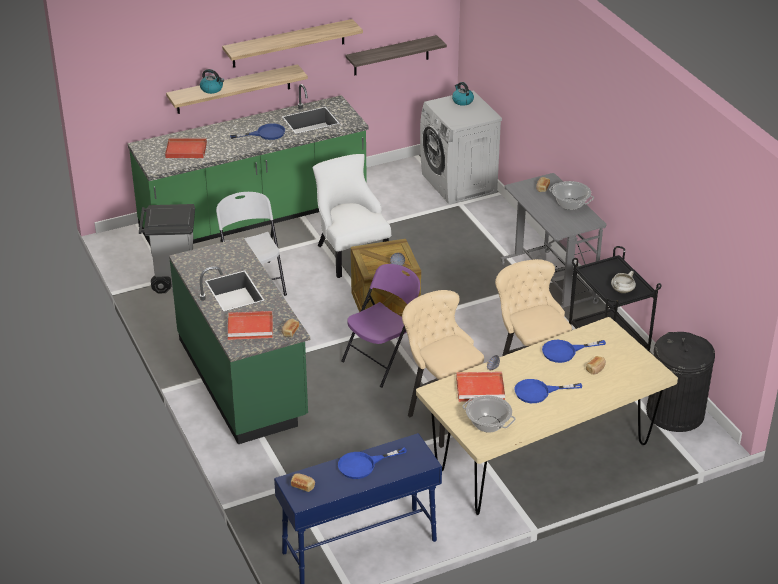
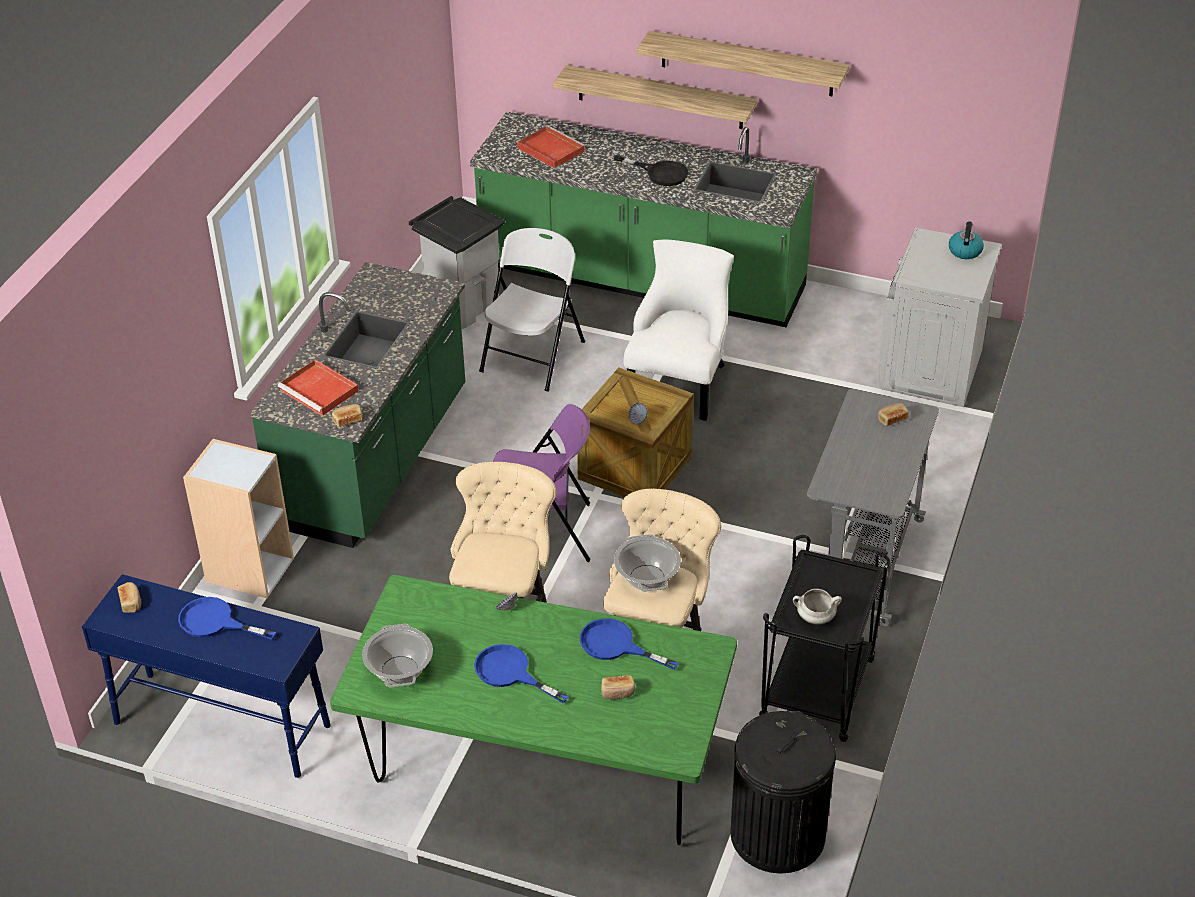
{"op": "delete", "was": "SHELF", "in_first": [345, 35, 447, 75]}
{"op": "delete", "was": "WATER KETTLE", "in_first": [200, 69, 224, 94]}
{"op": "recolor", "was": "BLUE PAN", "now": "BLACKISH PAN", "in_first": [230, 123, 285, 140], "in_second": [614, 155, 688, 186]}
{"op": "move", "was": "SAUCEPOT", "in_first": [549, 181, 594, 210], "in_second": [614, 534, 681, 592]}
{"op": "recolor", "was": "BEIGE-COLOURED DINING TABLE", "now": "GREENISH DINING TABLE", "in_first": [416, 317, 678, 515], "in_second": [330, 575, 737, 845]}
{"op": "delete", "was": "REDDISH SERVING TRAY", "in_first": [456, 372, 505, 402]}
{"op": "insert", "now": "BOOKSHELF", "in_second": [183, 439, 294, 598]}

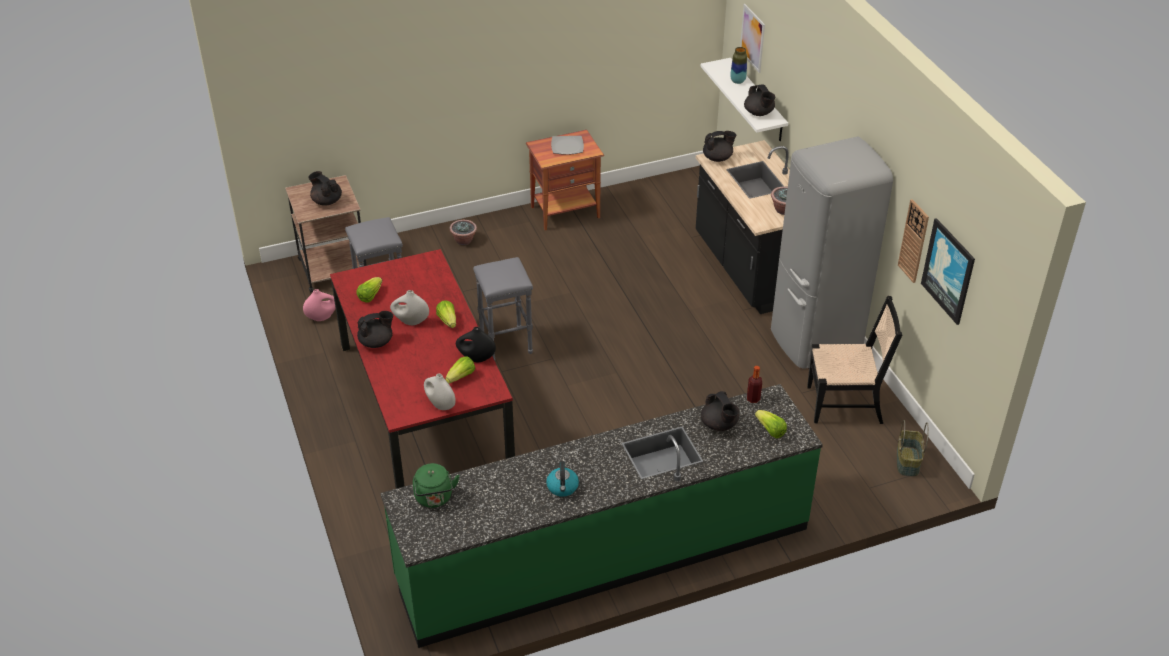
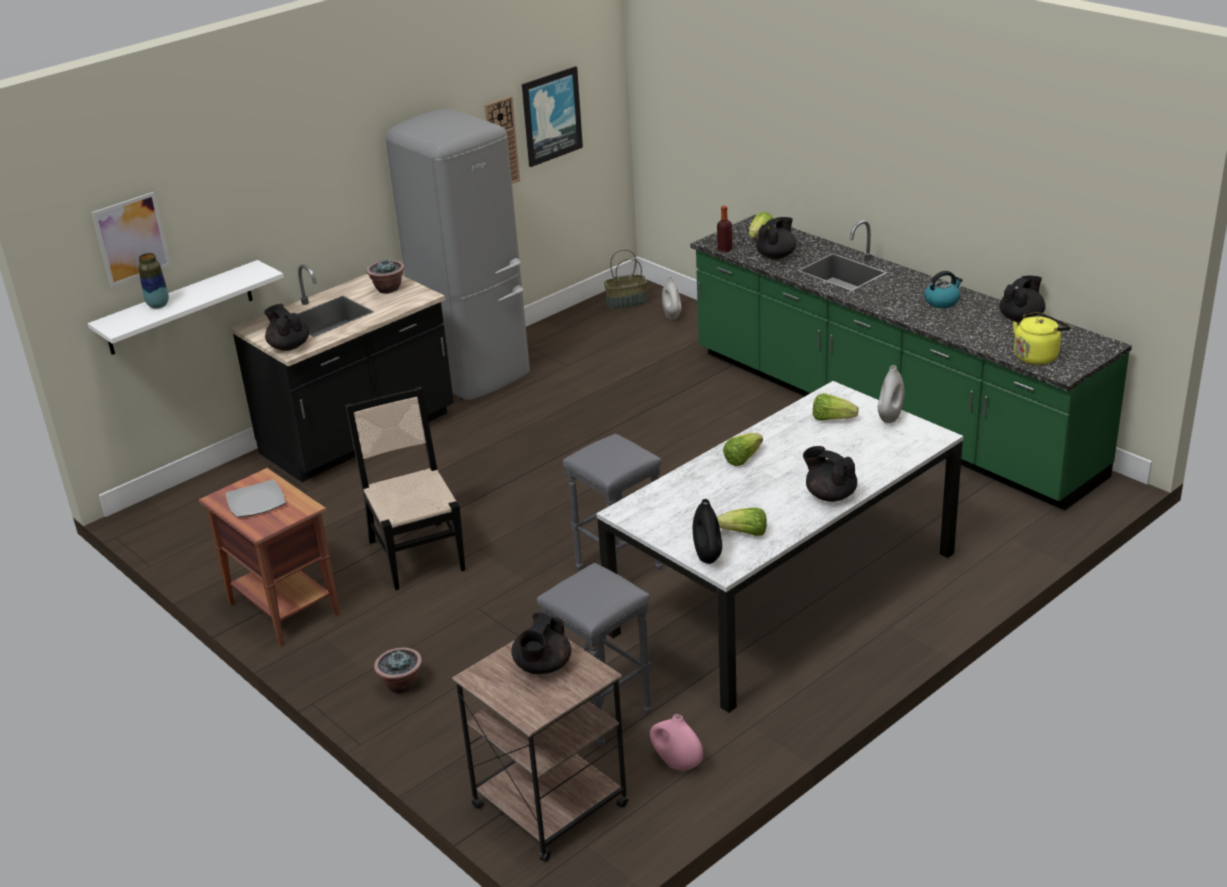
{"op": "move", "was": "BLACKISH TEAPOT", "in_first": [744, 85, 775, 116], "in_second": [999, 276, 1045, 322]}
{"op": "recolor", "was": "REDDISH DINING TABLE", "now": "WHITE DINING TABLE", "in_first": [330, 249, 515, 489], "in_second": [596, 381, 963, 713]}
{"op": "move", "was": "WHITE VASE", "in_first": [390, 290, 429, 325], "in_second": [662, 276, 682, 320]}
{"op": "move", "was": "CHAIR", "in_first": [807, 296, 902, 424], "in_second": [345, 386, 465, 590]}
{"op": "move", "was": "BLACKISH VASE", "in_first": [456, 327, 496, 363], "in_second": [693, 499, 722, 564]}
{"op": "recolor", "was": "GREENISH WATER KETTLE", "now": "YELLOW WATER KETTLE", "in_first": [413, 463, 460, 508], "in_second": [1013, 312, 1071, 365]}

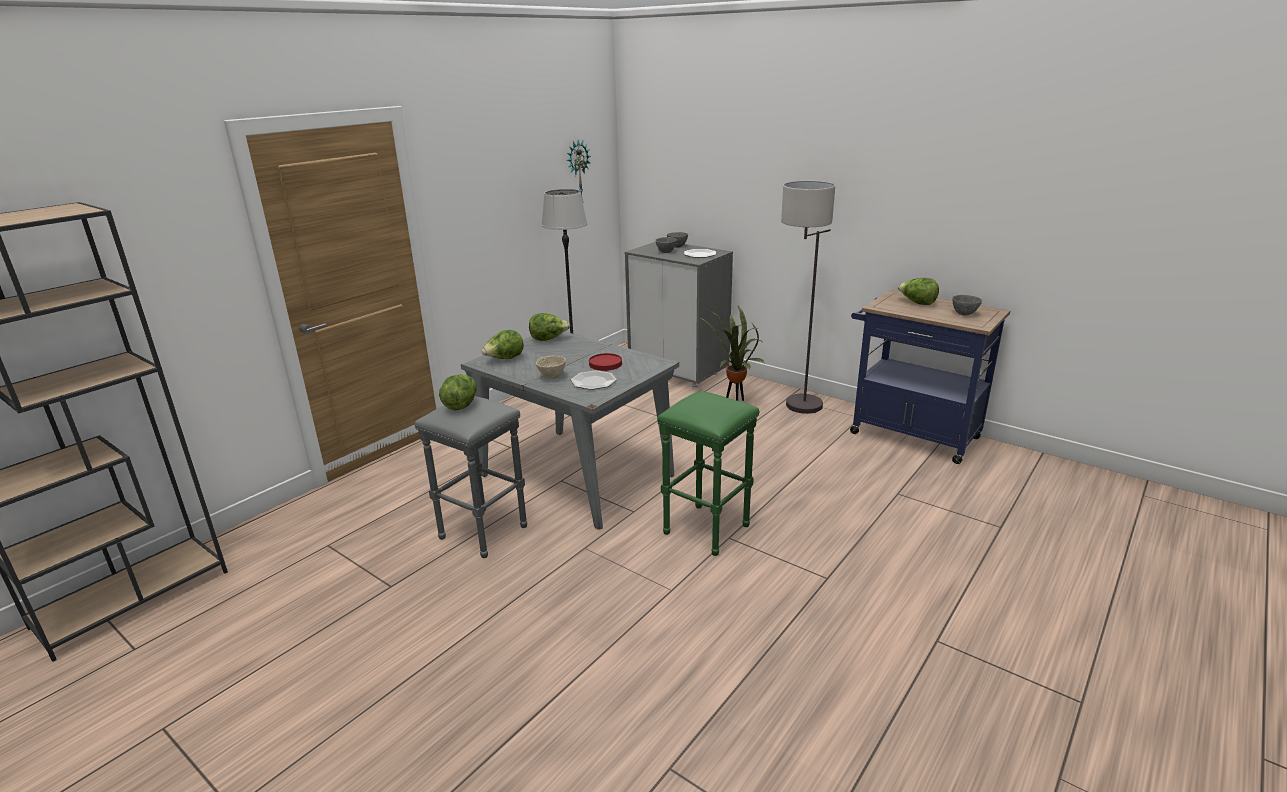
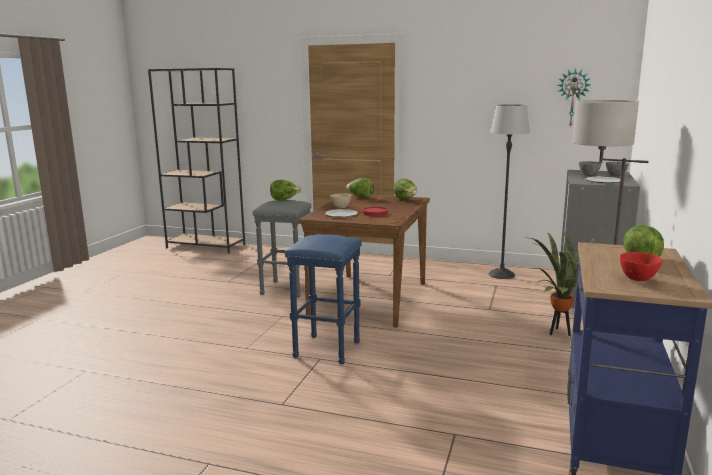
{"op": "recolor", "was": "GREYISH SERVING BOWL", "now": "REDDISH SERVING BOWL", "in_first": [952, 295, 982, 315], "in_second": [620, 252, 662, 281]}
{"op": "recolor", "was": "GREYISH DINING TABLE", "now": "BROWN DINING TABLE", "in_first": [461, 332, 679, 530], "in_second": [298, 194, 430, 328]}
{"op": "recolor", "was": "GREENISH STOOL", "now": "BLUE STOOL", "in_first": [657, 391, 759, 556], "in_second": [285, 234, 362, 364]}

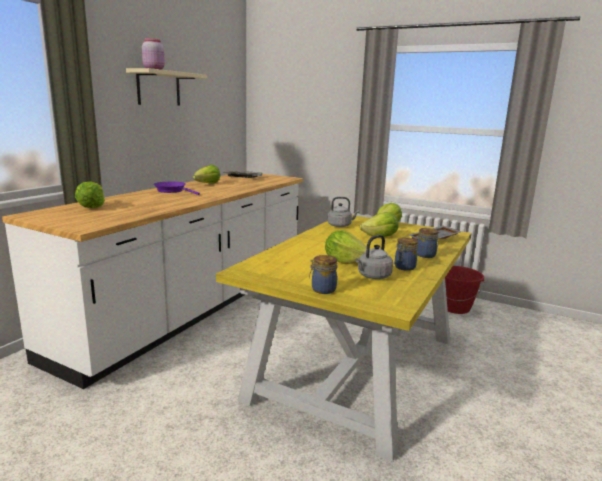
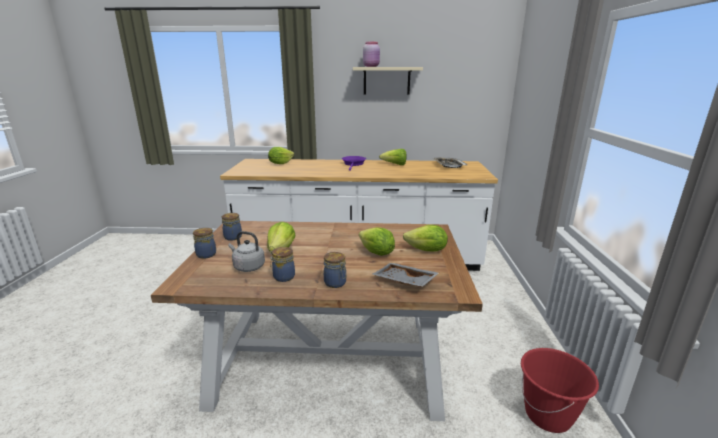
{"op": "delete", "was": "GREYISH WATER KETTLE", "in_first": [328, 197, 359, 227]}
{"op": "recolor", "was": "YELLOW DINING TABLE", "now": "BROWN DINING TABLE", "in_first": [216, 215, 471, 462], "in_second": [151, 221, 483, 421]}
{"op": "insert", "now": "STORAGE JAR", "in_second": [222, 213, 242, 241]}

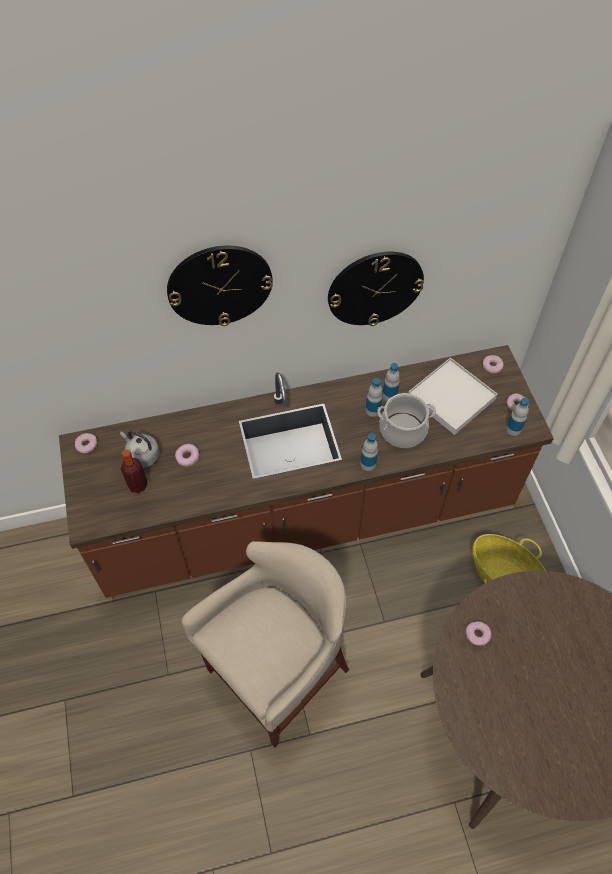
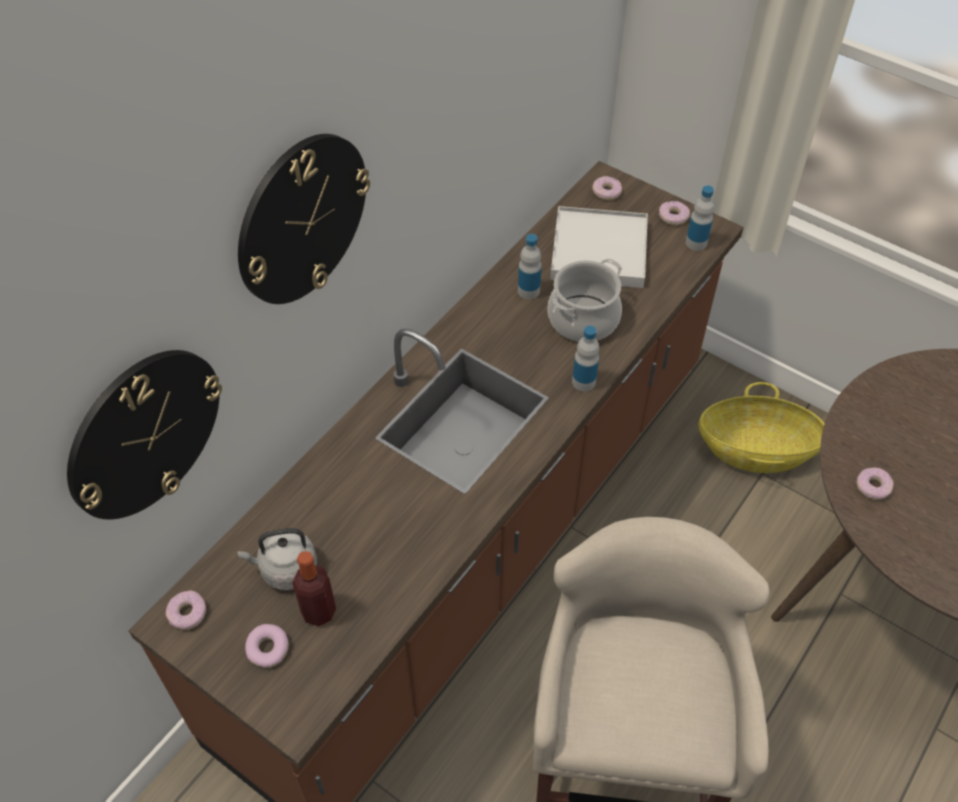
{"op": "move", "was": "WALL CLOCK", "in_first": [328, 252, 424, 326], "in_second": [67, 350, 222, 520]}
{"op": "delete", "was": "BOTTLE", "in_first": [366, 378, 382, 417]}
{"op": "move", "was": "RING DOUGHNUT", "in_first": [175, 444, 199, 466], "in_second": [245, 624, 289, 668]}

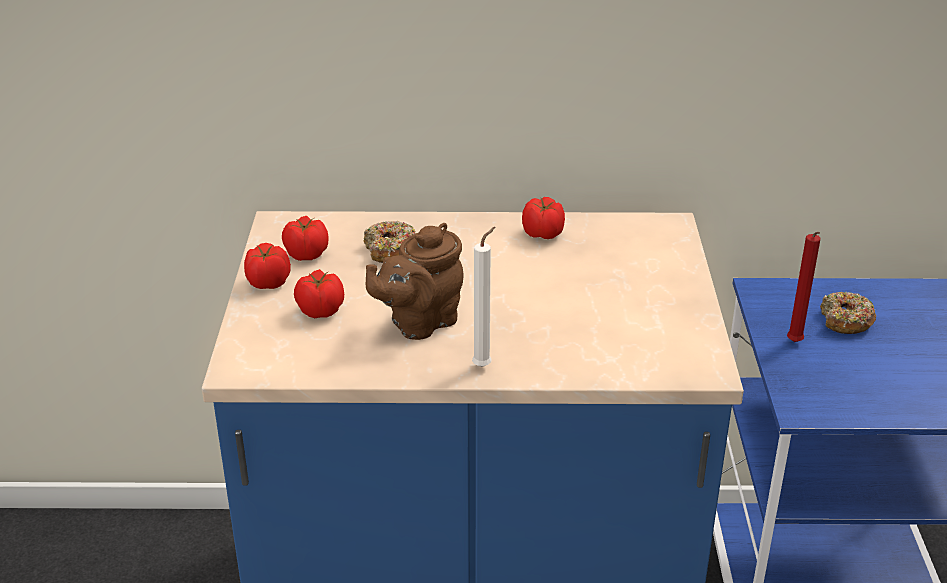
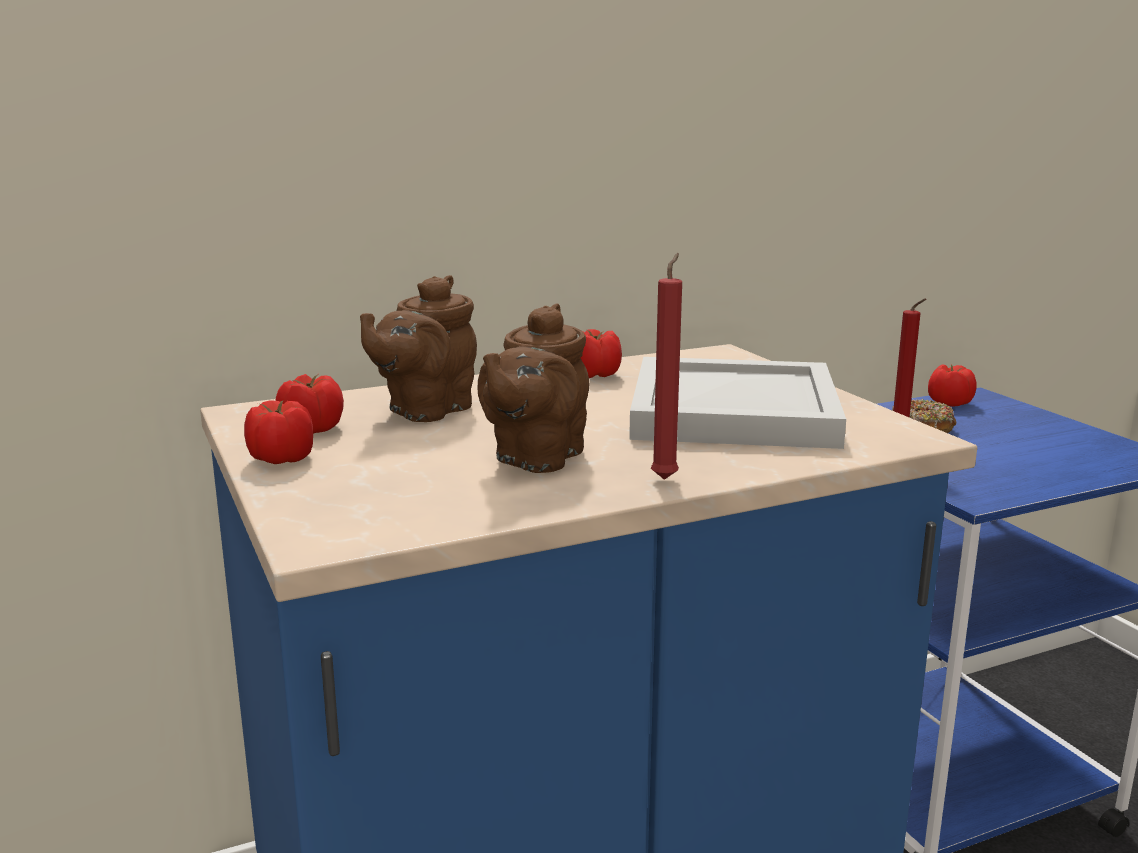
{"op": "replace", "was": "RING DOUGHNUT", "now": "BROWN TEAPOT", "in_first": [364, 221, 416, 263], "in_second": [360, 275, 477, 422]}
{"op": "recolor", "was": "WHITE WAX CANDLE", "now": "REDDISH WAX CANDLE", "in_first": [472, 227, 495, 367], "in_second": [651, 253, 682, 480]}
{"op": "move", "was": "FRESH TOMATO", "in_first": [294, 269, 344, 318], "in_second": [928, 364, 976, 407]}
{"op": "insert", "now": "WHITE SERVING TRAY", "in_second": [629, 357, 846, 449]}

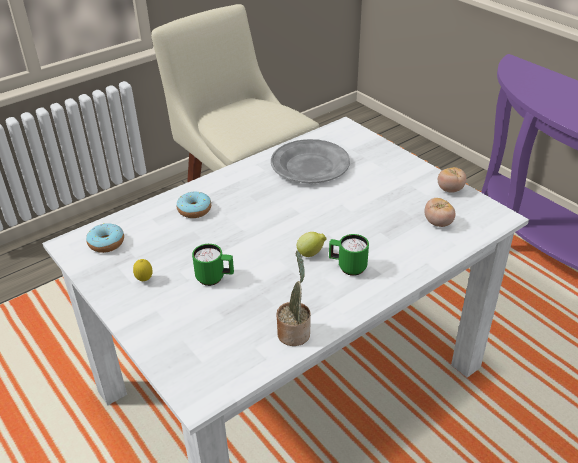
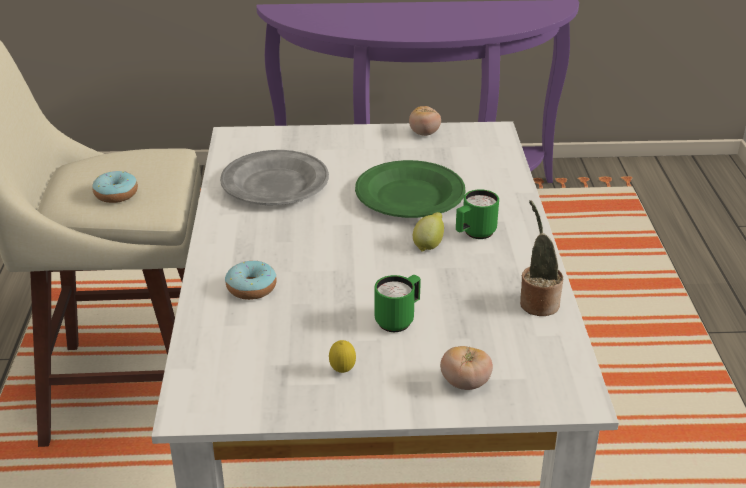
{"op": "move", "was": "FRESH TOMATO", "in_first": [424, 198, 455, 227], "in_second": [440, 346, 493, 390]}
{"op": "move", "was": "RING DOUGHNUT", "in_first": [86, 223, 124, 253], "in_second": [92, 171, 138, 203]}
{"op": "insert", "now": "GREENISH PLATE", "in_second": [355, 160, 466, 218]}

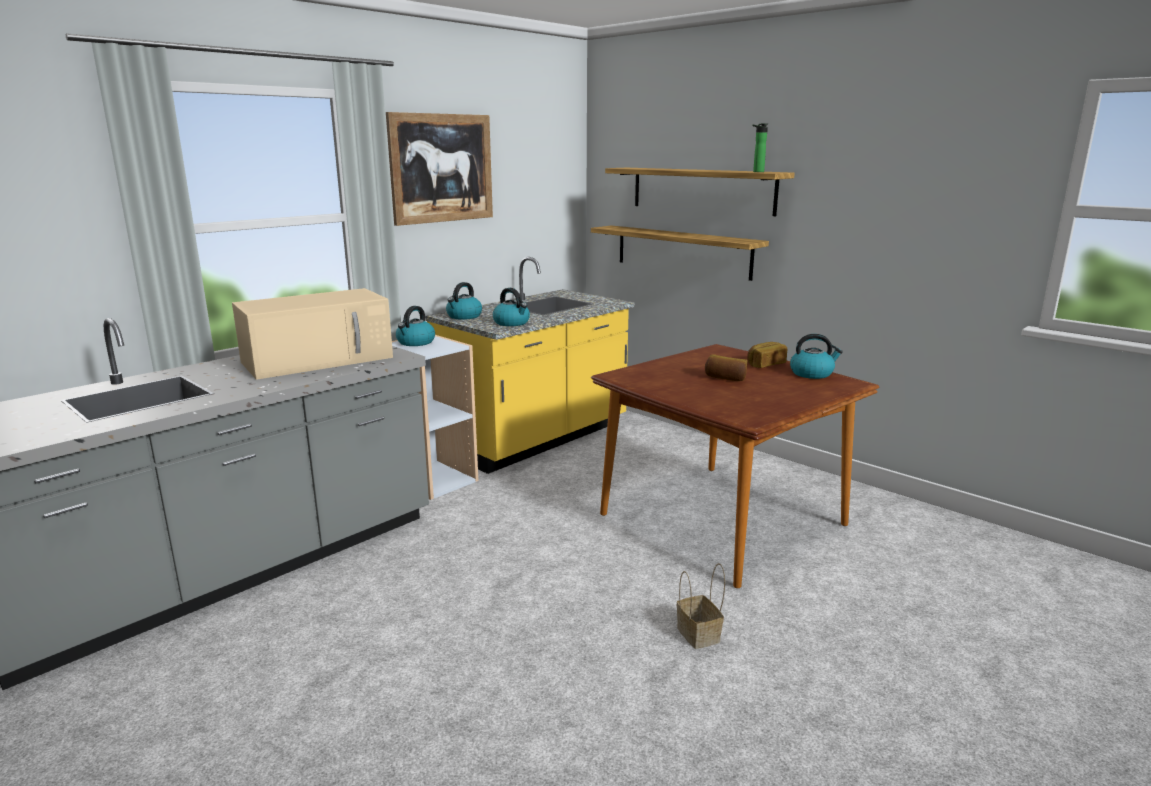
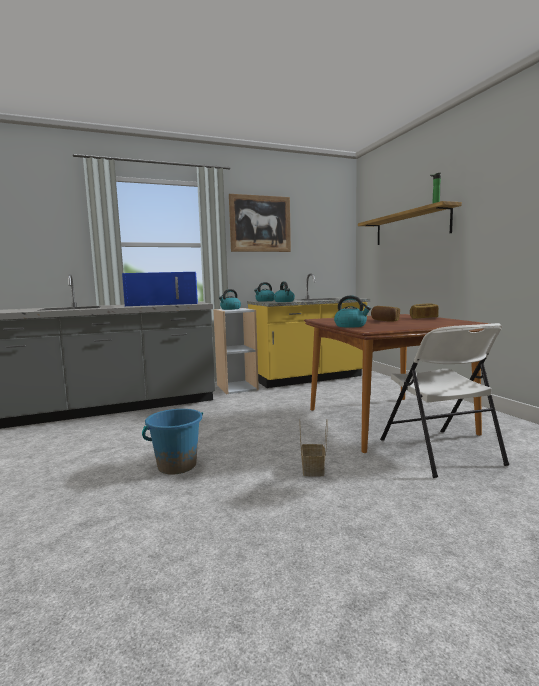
{"op": "delete", "was": "SHELF", "in_first": [591, 225, 769, 281]}
{"op": "recolor", "was": "BEIGE-COLOURED MICROWAVE", "now": "BLUE MICROWAVE", "in_first": [232, 288, 393, 380], "in_second": [122, 272, 198, 306]}
{"op": "move", "was": "WATER KETTLE", "in_first": [790, 334, 843, 379], "in_second": [334, 295, 371, 328]}
{"op": "insert", "now": "WHITE CHAIR", "in_second": [380, 323, 509, 478]}
{"op": "insert", "now": "BLUE PAIL", "in_second": [142, 409, 203, 475]}

